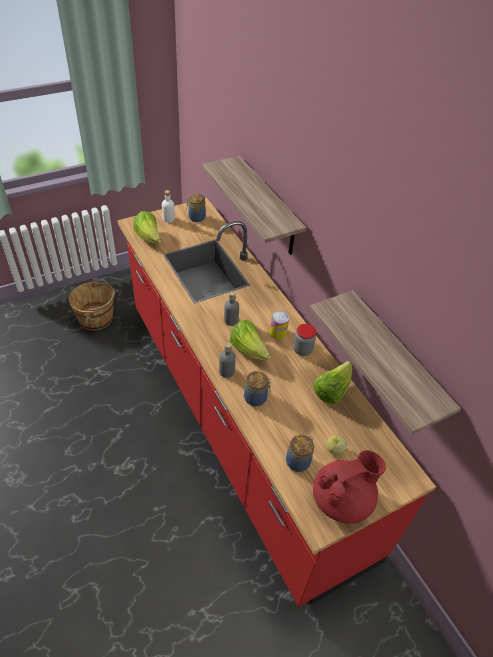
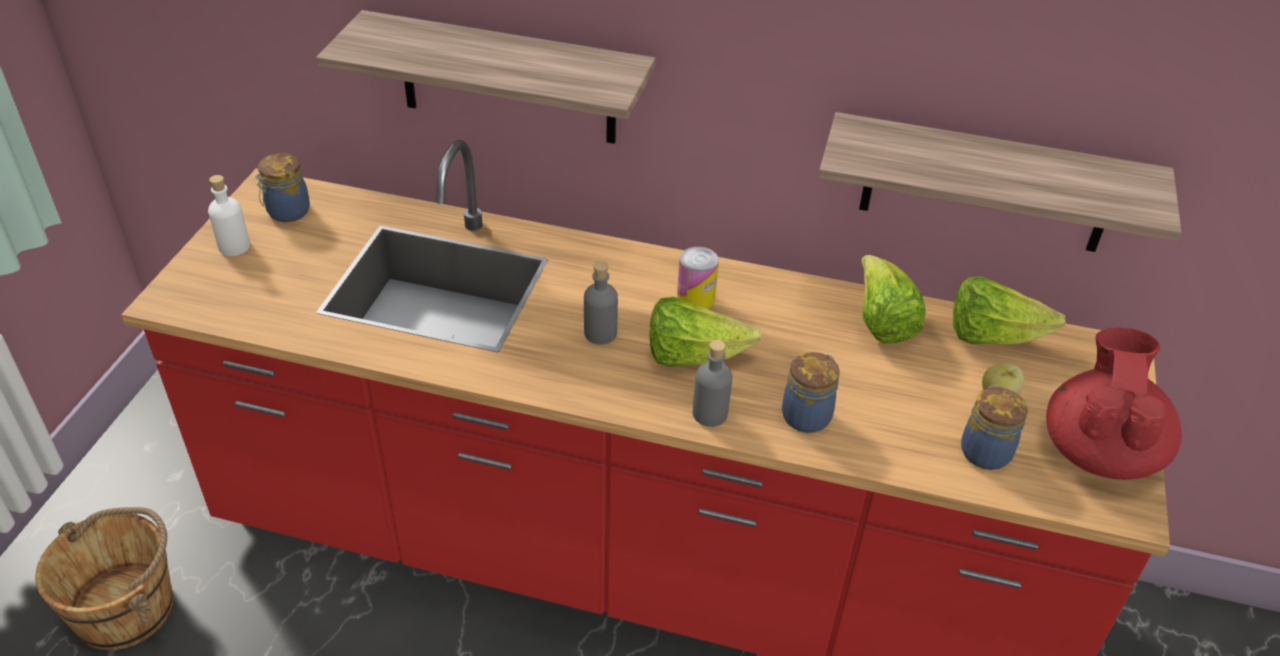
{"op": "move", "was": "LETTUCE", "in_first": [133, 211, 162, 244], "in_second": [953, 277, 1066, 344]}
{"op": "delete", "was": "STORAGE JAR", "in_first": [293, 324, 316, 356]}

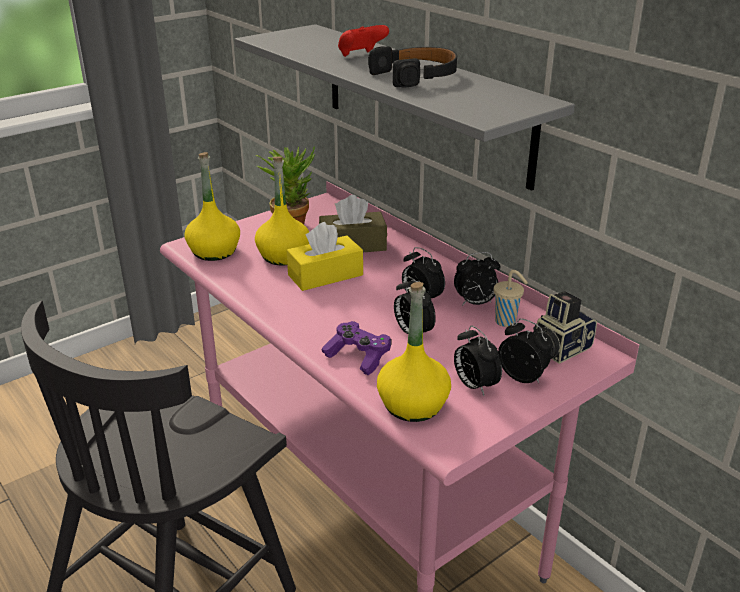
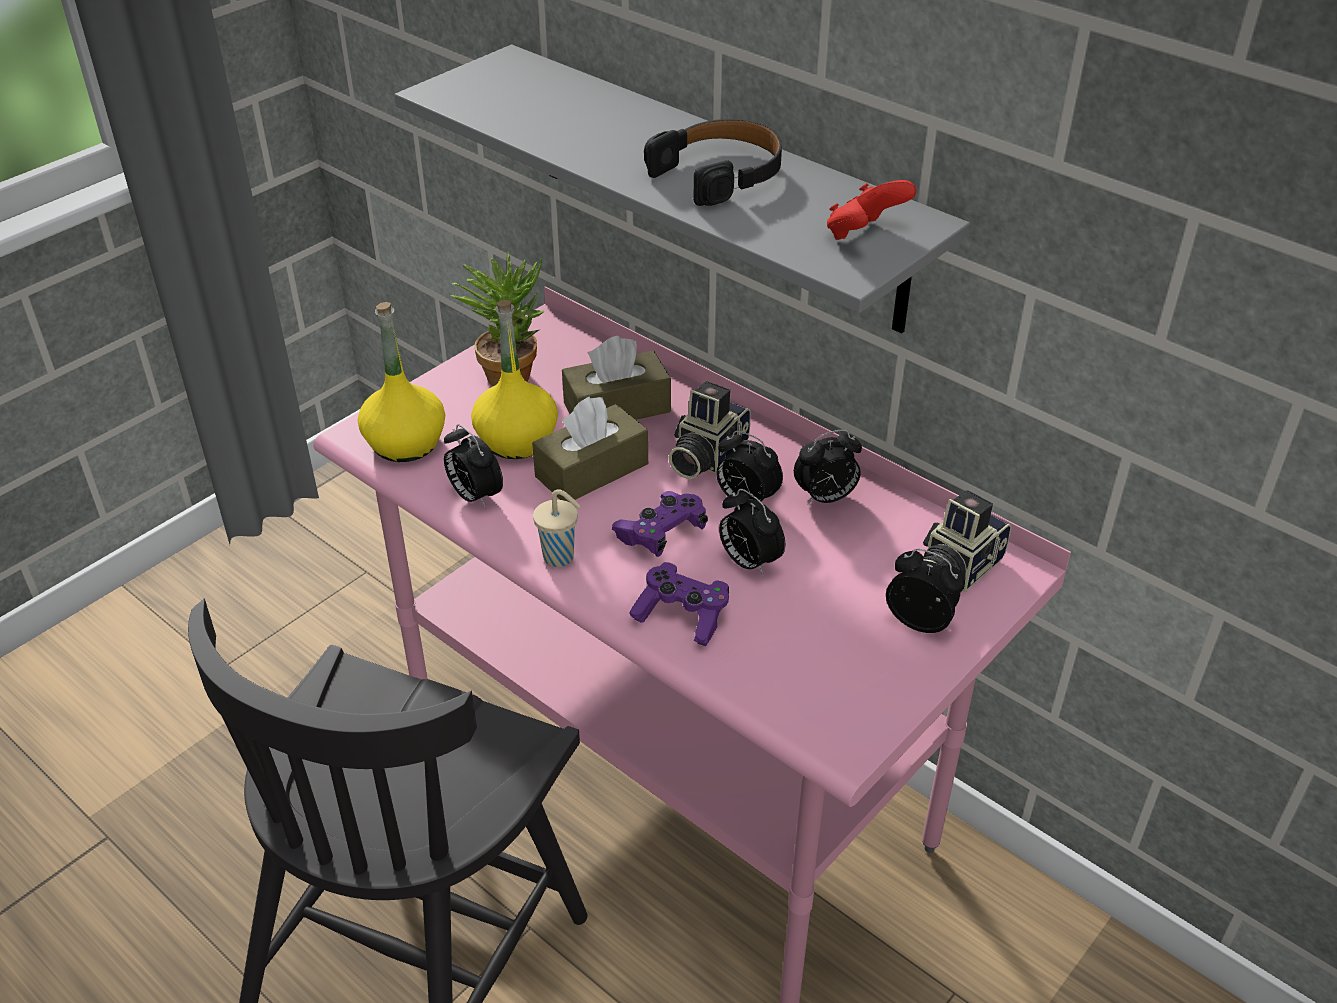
{"op": "move", "was": "REDDISH JOYPAD", "in_first": [338, 25, 389, 57], "in_second": [827, 180, 916, 240]}
{"op": "recolor", "was": "YELLOW TISSUE HOLDER", "now": "BROWN TISSUE HOLDER", "in_first": [287, 222, 363, 291], "in_second": [532, 397, 648, 502]}
{"op": "move", "was": "BEIGE-COLOURED DRINKING CUP", "in_first": [494, 270, 528, 327], "in_second": [533, 489, 581, 567]}
{"op": "delete", "was": "YELLOW BOTTLE", "in_first": [377, 282, 451, 422]}
{"op": "move", "was": "ALARM CLOCK", "in_first": [454, 325, 502, 396], "in_second": [444, 424, 503, 509]}
{"op": "insert", "now": "STILL CAMERA", "in_second": [668, 381, 751, 479]}
{"op": "insert", "now": "PURPLE JOYPAD", "in_second": [612, 491, 708, 557]}

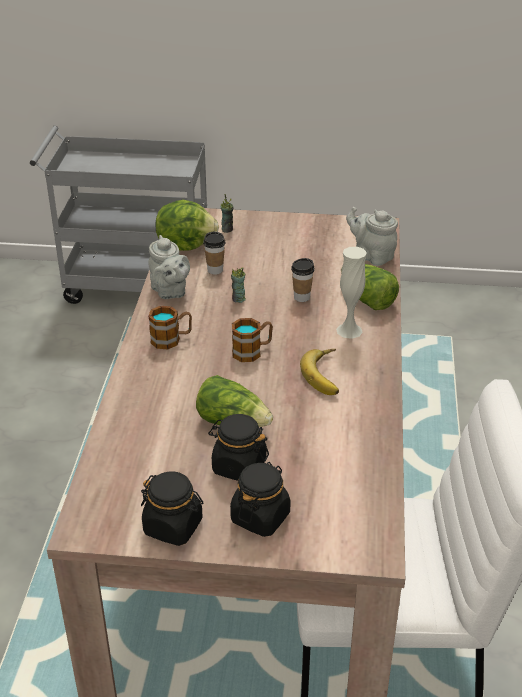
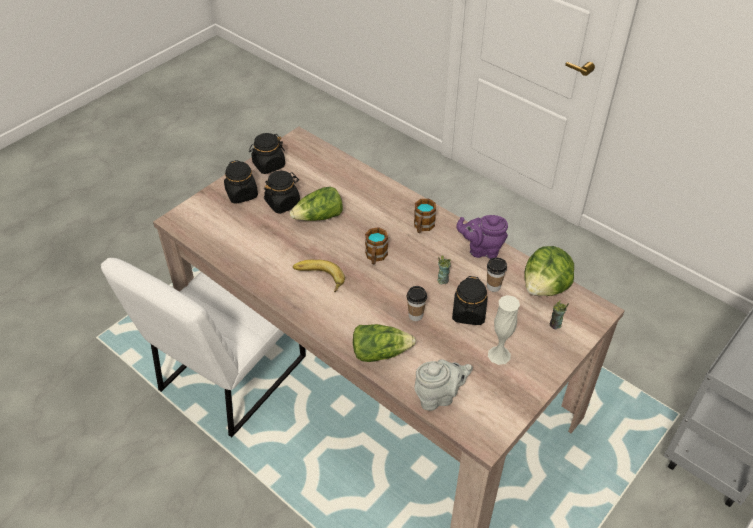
{"op": "recolor", "was": "GREYISH TEAPOT", "now": "PURPLE TEAPOT", "in_first": [148, 235, 190, 299], "in_second": [456, 215, 508, 259]}
{"op": "move", "was": "WHITE VASE", "in_first": [336, 247, 367, 339], "in_second": [488, 295, 520, 365]}
{"op": "insert", "now": "BLACKISH STORAGE JAR", "in_second": [452, 276, 487, 325]}

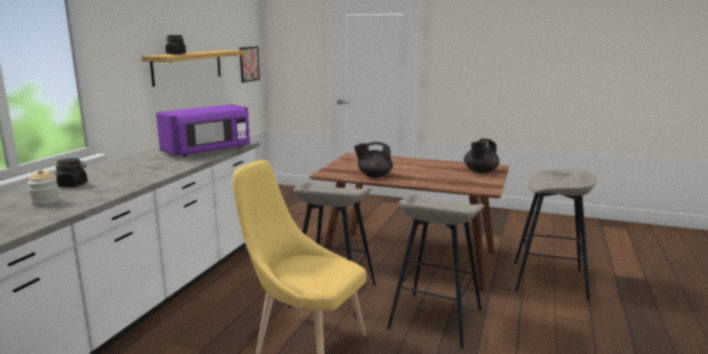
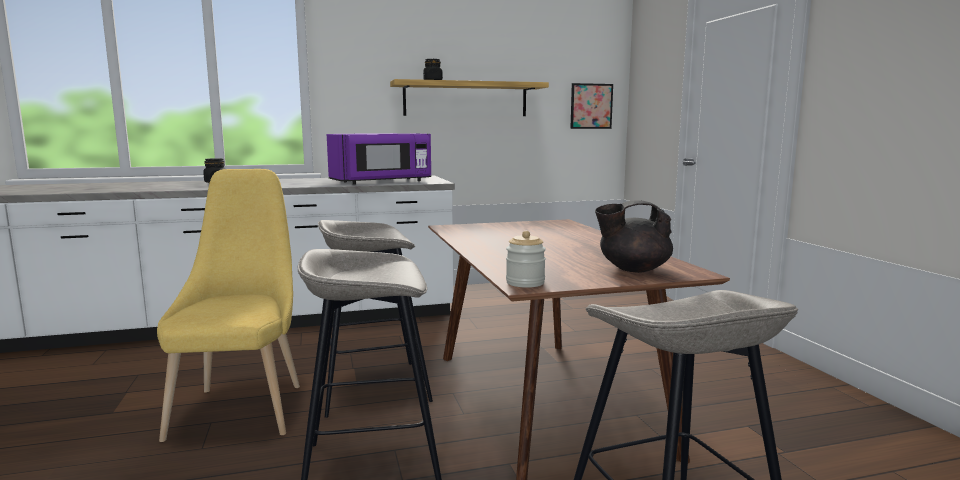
{"op": "rotate", "was": "PURPLE MICROWAVE", "in_first": [156, 104, 250, 157], "in_second": [327, 133, 431, 185], "clockwise": -45}
{"op": "delete", "was": "BLACKISH TEAPOT", "in_first": [354, 142, 393, 178]}
{"op": "move", "was": "STORAGE JAR", "in_first": [27, 170, 59, 206], "in_second": [506, 231, 546, 288]}

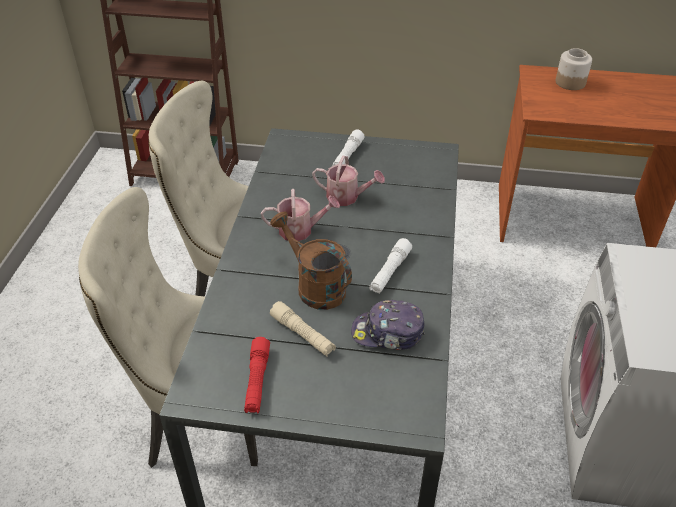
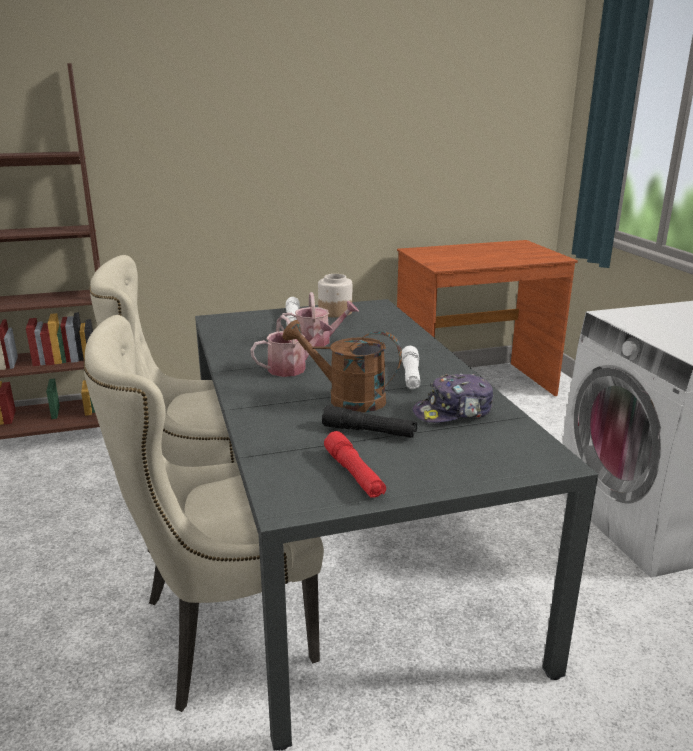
{"op": "move", "was": "STORAGE JAR", "in_first": [556, 48, 592, 90], "in_second": [318, 274, 352, 317]}
{"op": "recolor", "was": "BEIGE-COLOURED TORCH", "now": "BLACKISH TORCH", "in_first": [270, 301, 336, 356], "in_second": [322, 405, 417, 438]}

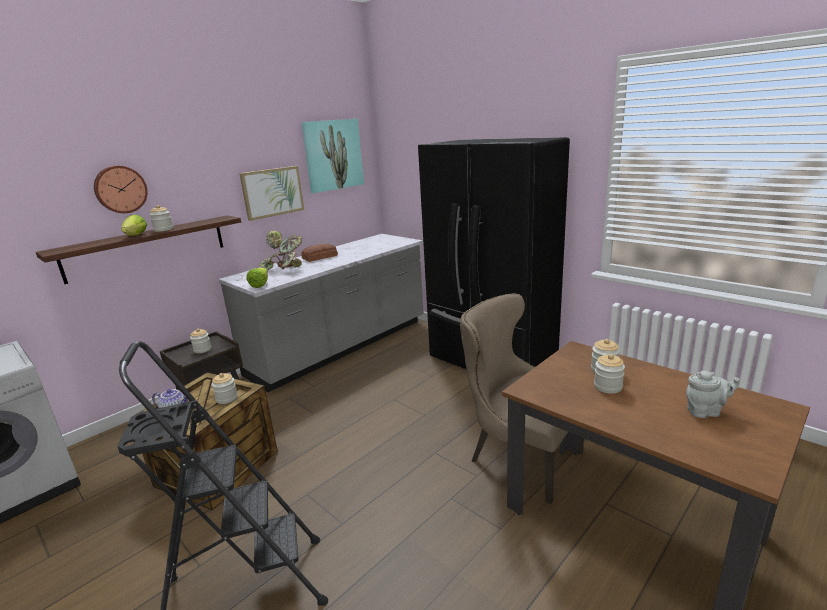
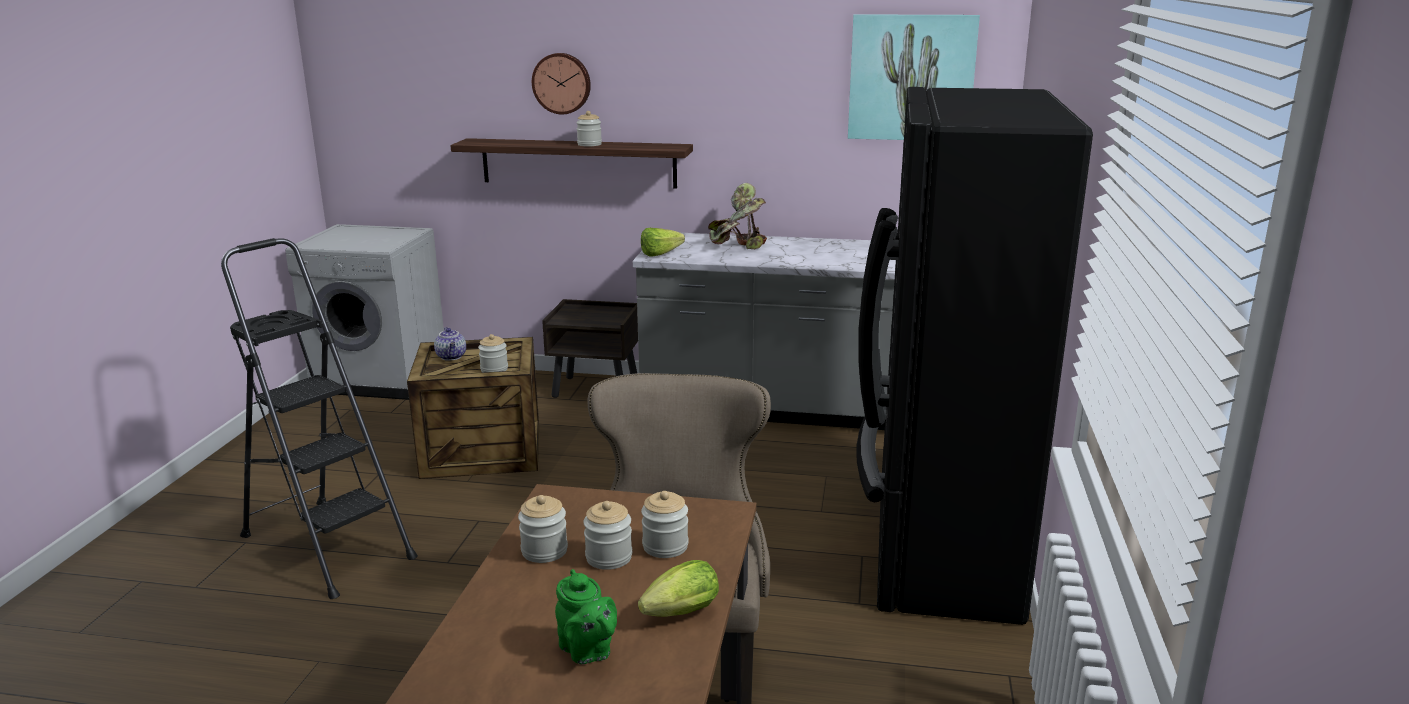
{"op": "delete", "was": "WALL PICTURE", "in_first": [239, 166, 304, 221]}
{"op": "move", "was": "LETTUCE", "in_first": [121, 215, 147, 236], "in_second": [638, 560, 719, 617]}
{"op": "delete", "was": "BAKERY BREAD", "in_first": [302, 244, 338, 262]}
{"op": "move", "was": "STORAGE JAR", "in_first": [190, 329, 211, 353], "in_second": [518, 495, 568, 563]}
{"op": "recolor", "was": "GREYISH TEAPOT", "now": "GREENISH TEAPOT", "in_first": [686, 371, 739, 418], "in_second": [555, 569, 617, 664]}

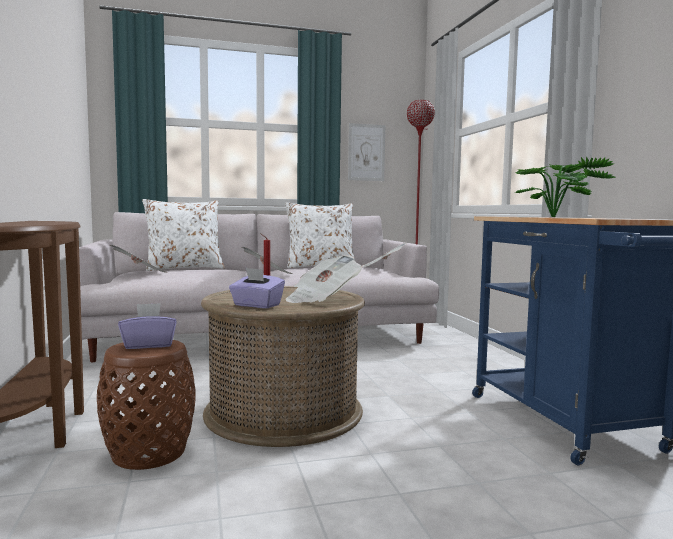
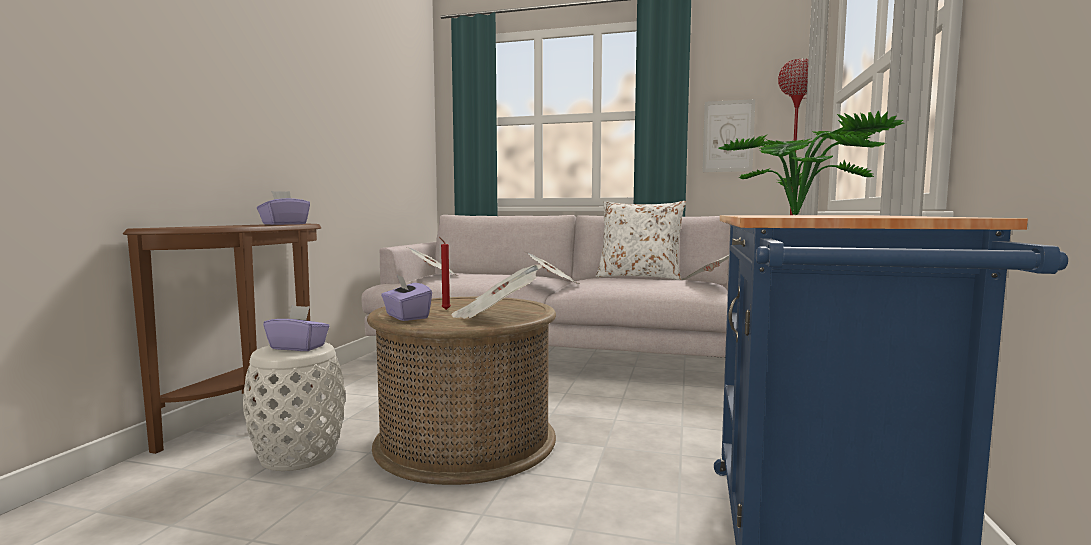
{"op": "delete", "was": "WHITE CUSHION", "in_first": [142, 199, 225, 271]}
{"op": "recolor", "was": "BROWN STOOL", "now": "WHITE STOOL", "in_first": [97, 340, 196, 470], "in_second": [243, 342, 345, 471]}
{"op": "insert", "now": "PURPLE TISSUE HOLDER", "in_second": [257, 191, 310, 225]}

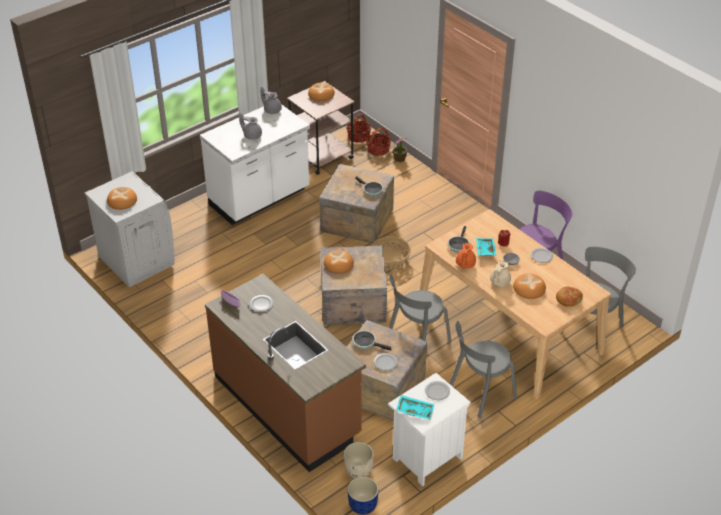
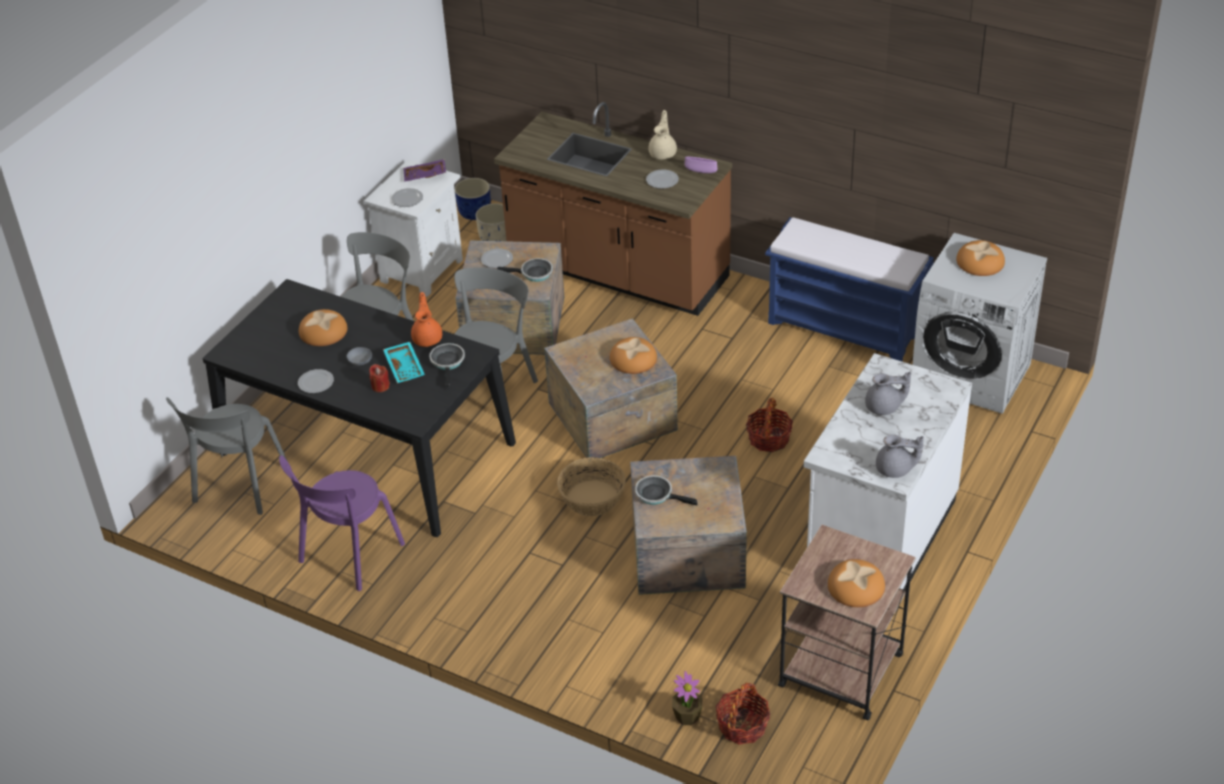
{"op": "move", "was": "BASKET", "in_first": [347, 114, 371, 143], "in_second": [746, 398, 793, 452]}
{"op": "recolor", "was": "BEIGE-COLOURED DINING TABLE", "now": "BLACKISH DINING TABLE", "in_first": [420, 209, 611, 400], "in_second": [202, 279, 516, 537]}
{"op": "move", "was": "BEIGE-COLOURED TEAPOT", "in_first": [490, 261, 511, 287], "in_second": [648, 110, 677, 160]}
{"op": "delete", "was": "BAKERY BREAD", "in_first": [556, 287, 583, 306]}
{"op": "recolor", "was": "TURQUOISE SERVING TRAY", "now": "PURPLE SERVING TRAY", "in_first": [396, 395, 435, 420], "in_second": [403, 159, 446, 182]}
{"op": "insert", "now": "BLUE BENCH", "in_second": [765, 217, 934, 362]}

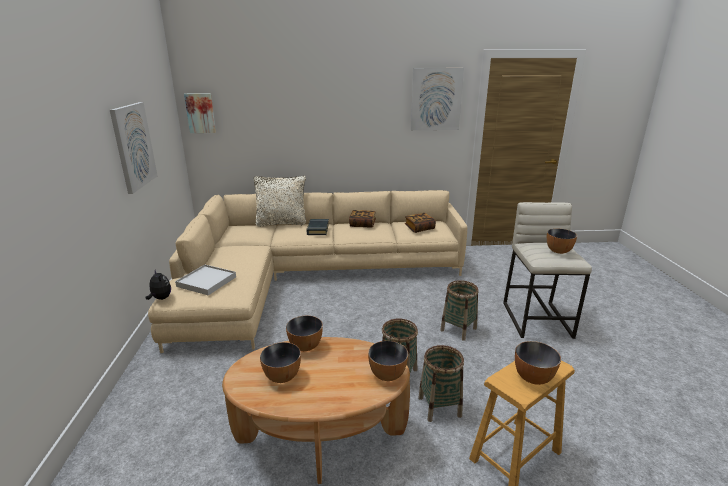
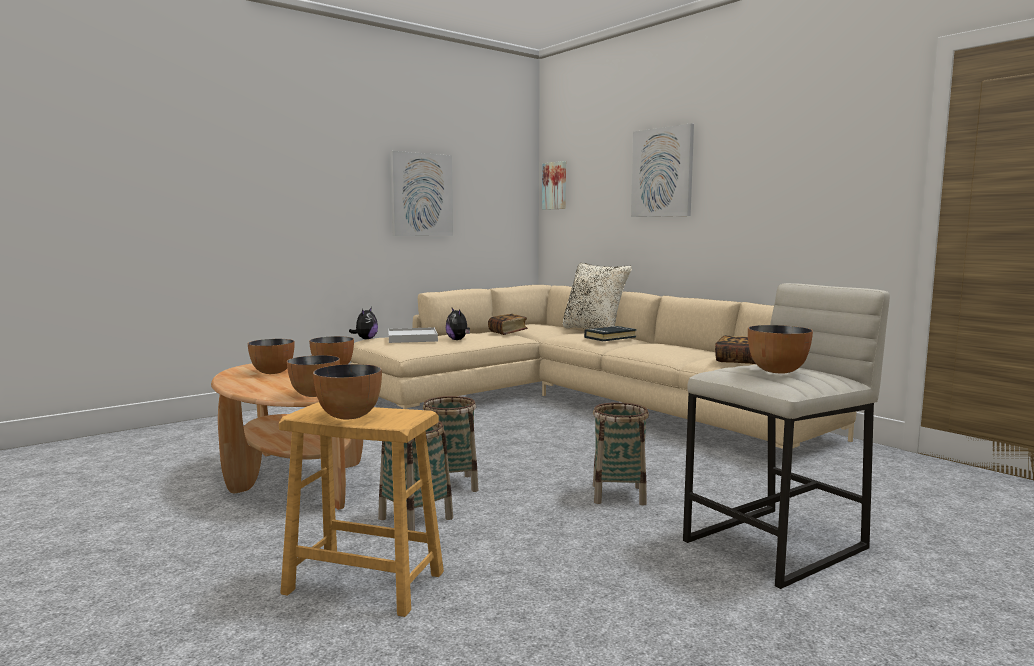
{"op": "move", "was": "WALL PICTURE", "in_first": [410, 68, 464, 130], "in_second": [631, 123, 694, 217]}
{"op": "move", "was": "BOUND BOOK", "in_first": [349, 210, 376, 228], "in_second": [488, 314, 528, 335]}
{"op": "insert", "now": "CUDDLY TOY", "in_second": [446, 308, 470, 340]}

